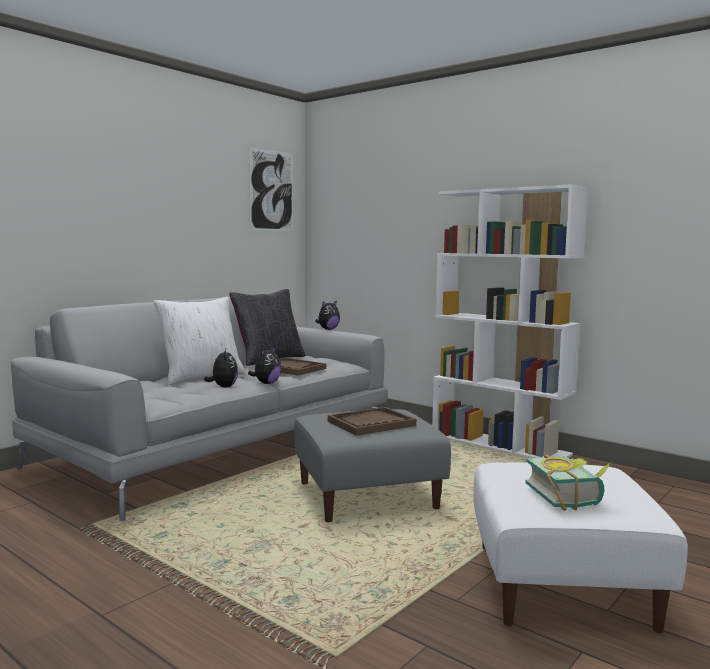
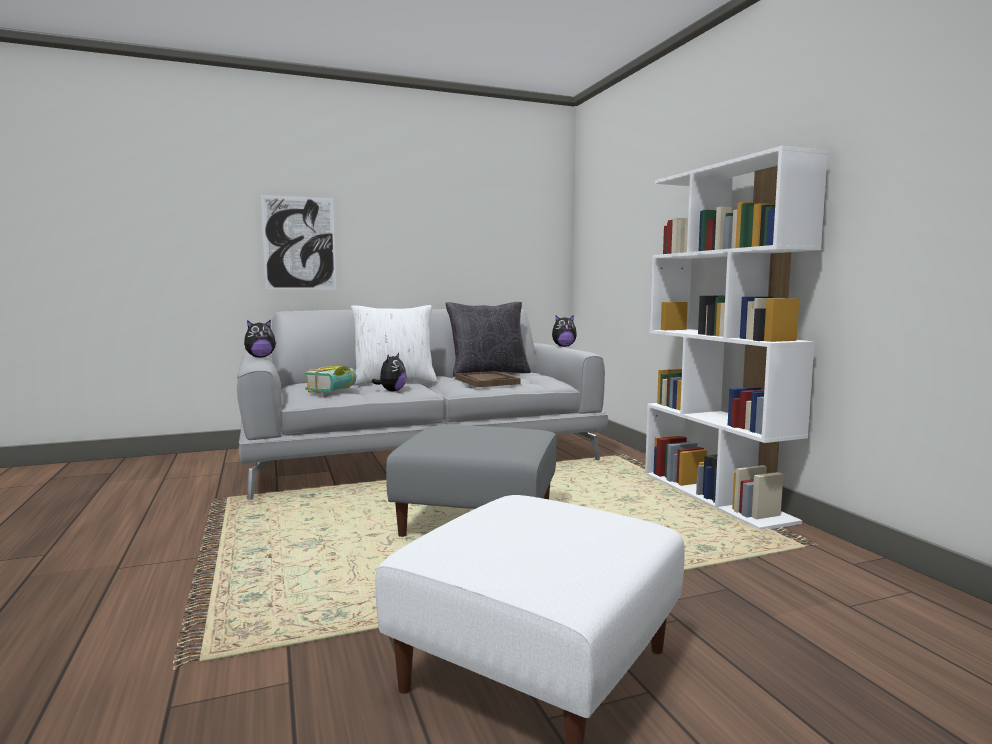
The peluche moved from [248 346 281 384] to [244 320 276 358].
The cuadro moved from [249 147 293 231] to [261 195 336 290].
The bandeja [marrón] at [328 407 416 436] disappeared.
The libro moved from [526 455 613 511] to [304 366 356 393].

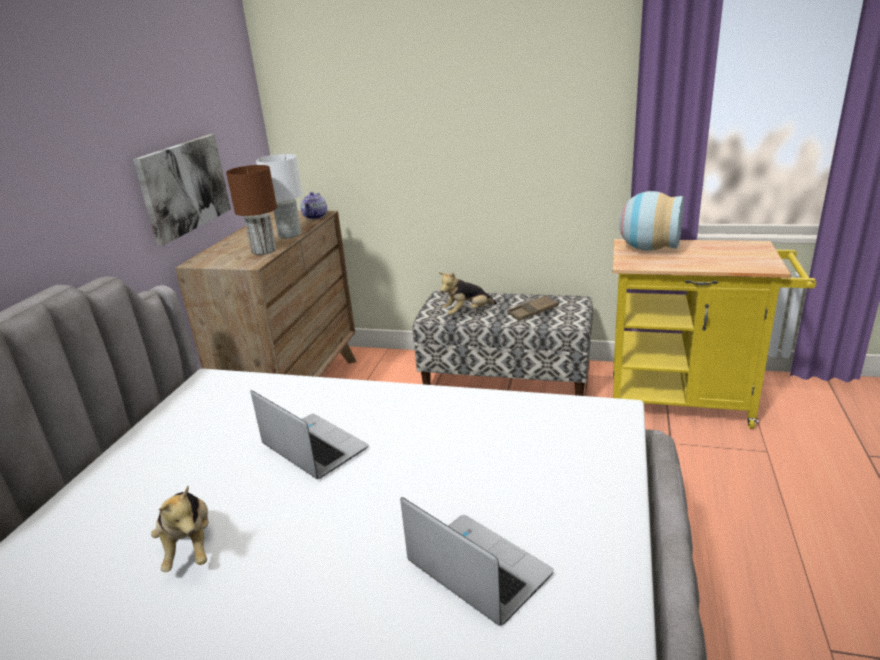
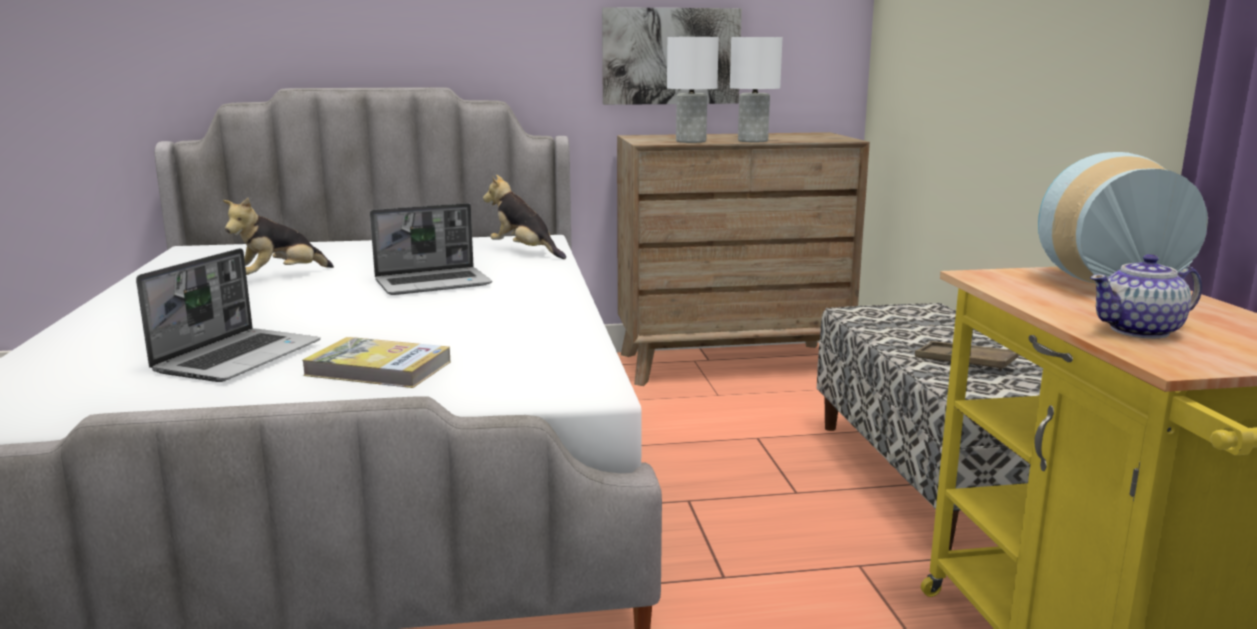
The lámpara de mesa [marrón] at [226 165 277 255] became the lámpara de mesa [blanco] at [667 37 719 143].
The portátil at [250 390 368 479] turned 45 degrees clockwise.
The tetera moved from [301 192 327 219] to [1090 254 1202 339].
The peluche moved from [439 272 497 315] to [483 175 566 259].
The libro at [302 337 451 388] appeared.

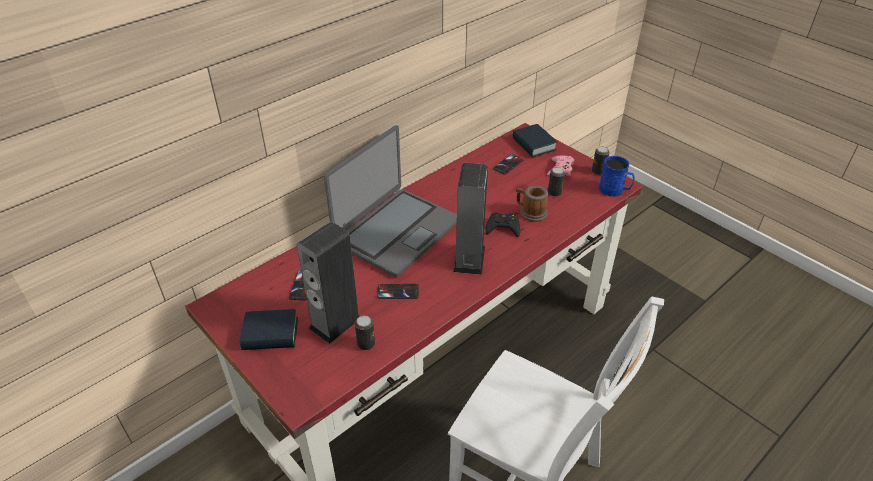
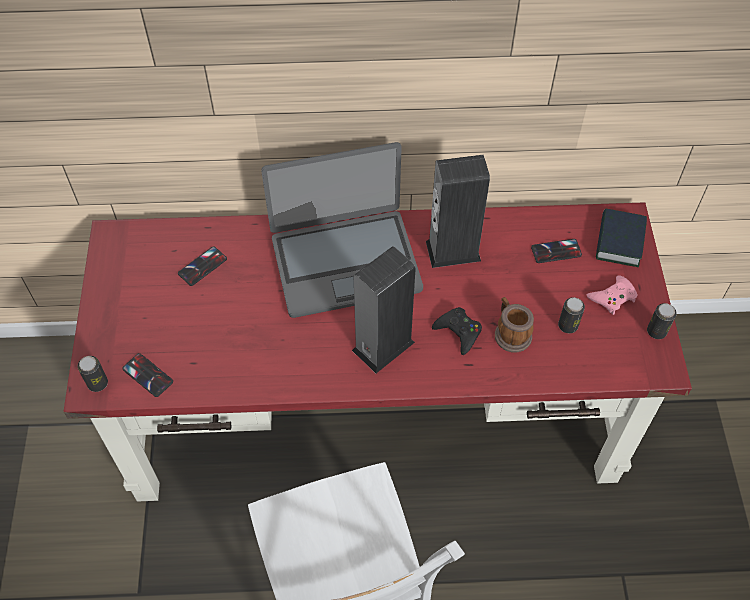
The libro at [240 309 298 350] disappeared.
The altavoz moved from [297 222 360 344] to [426 155 490 268].
The lata moved from [355 315 375 350] to [78 356 108 392].
The móvil moved from [377 284 419 299] to [122 353 173 397].
The taza grande [azul] at [599 156 635 197] disappeared.

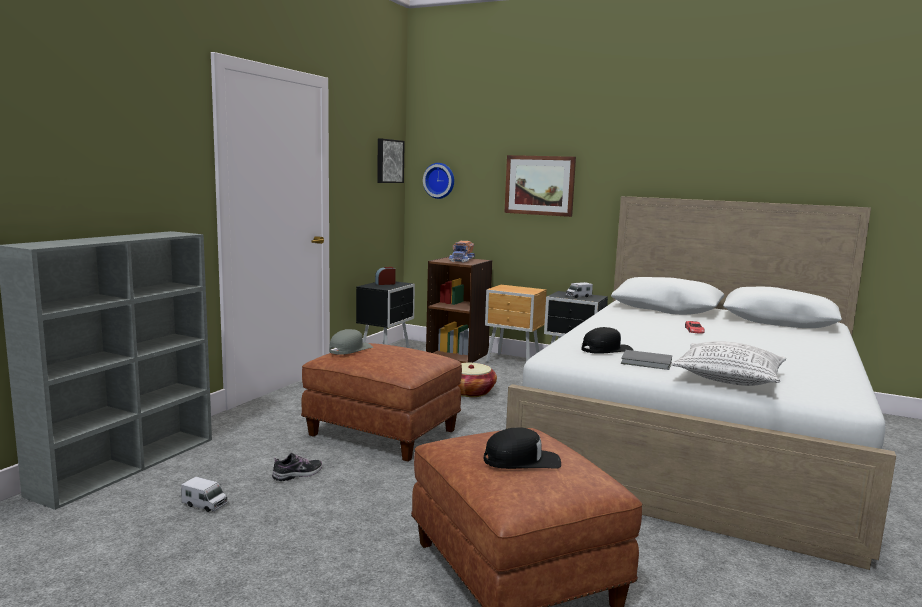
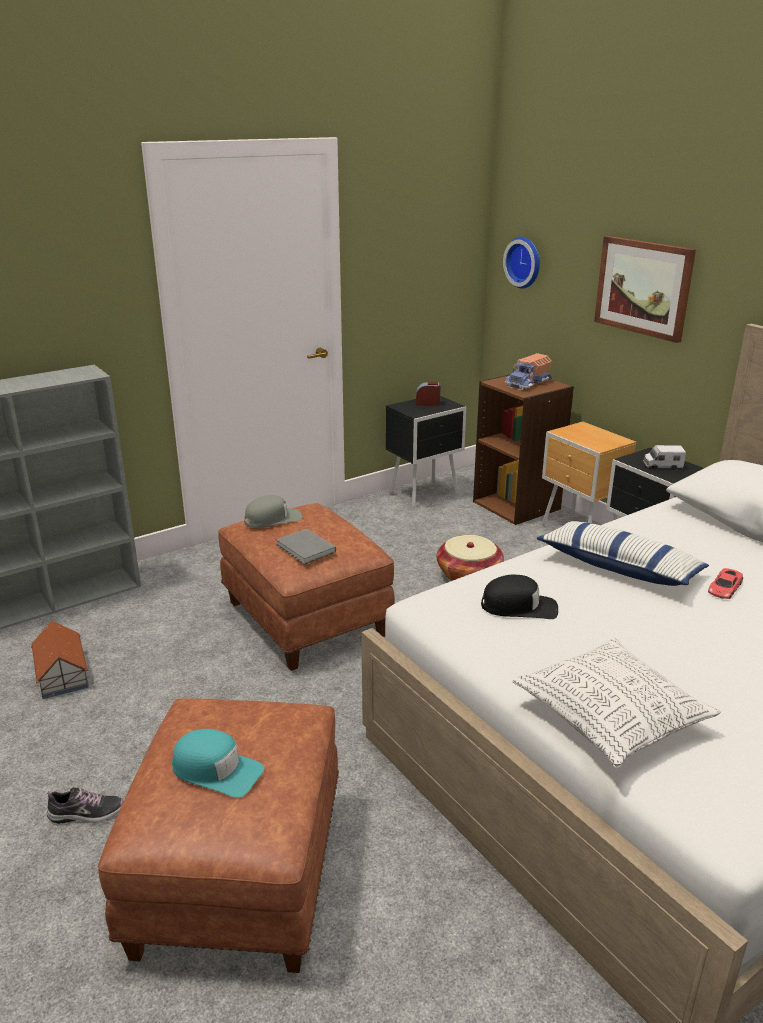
The camión de juguete at [181 477 228 512] was replaced by the casita at [31 621 89 699].
The zapato moved from [272 453 322 481] to [47 787 123 824].
The cuadro at [377 139 405 183] disappeared.
The gorra [negro] at [483 427 561 469] became the gorra [turquesa] at [172 729 265 798].
The libro [gris] moved from [621 350 672 370] to [276 529 336 564].
The cojín at [537 521 709 586] appeared.

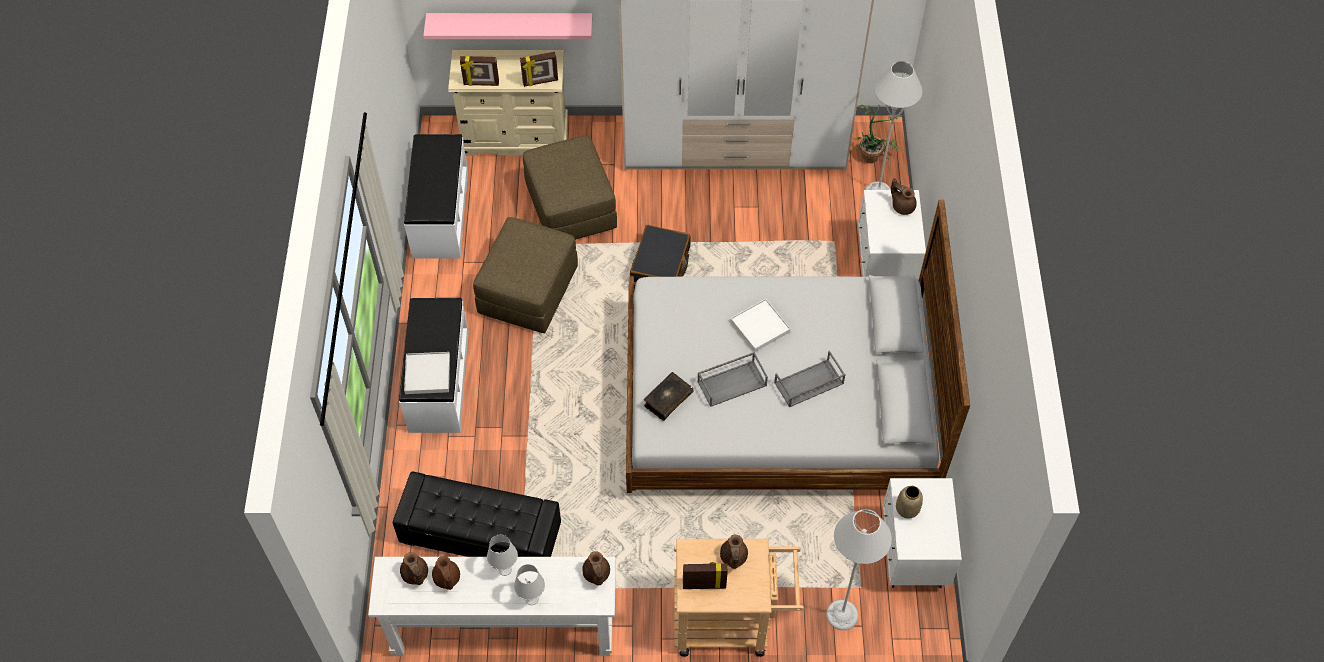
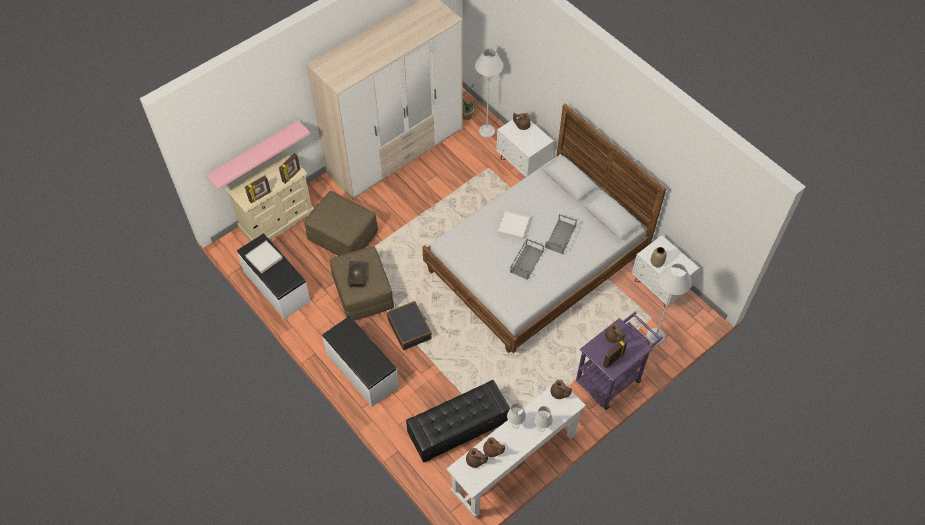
The bandeja [blanco] moved from [404 352 450 394] to [245 240 283 274].
The maleta [negro] moved from [630 225 691 282] to [387 301 432 350].
The libro moved from [644 372 694 421] to [347 261 367 288].
The carrito [beis] at [674 539 804 657] became the carrito [morado] at [576 312 663 410].

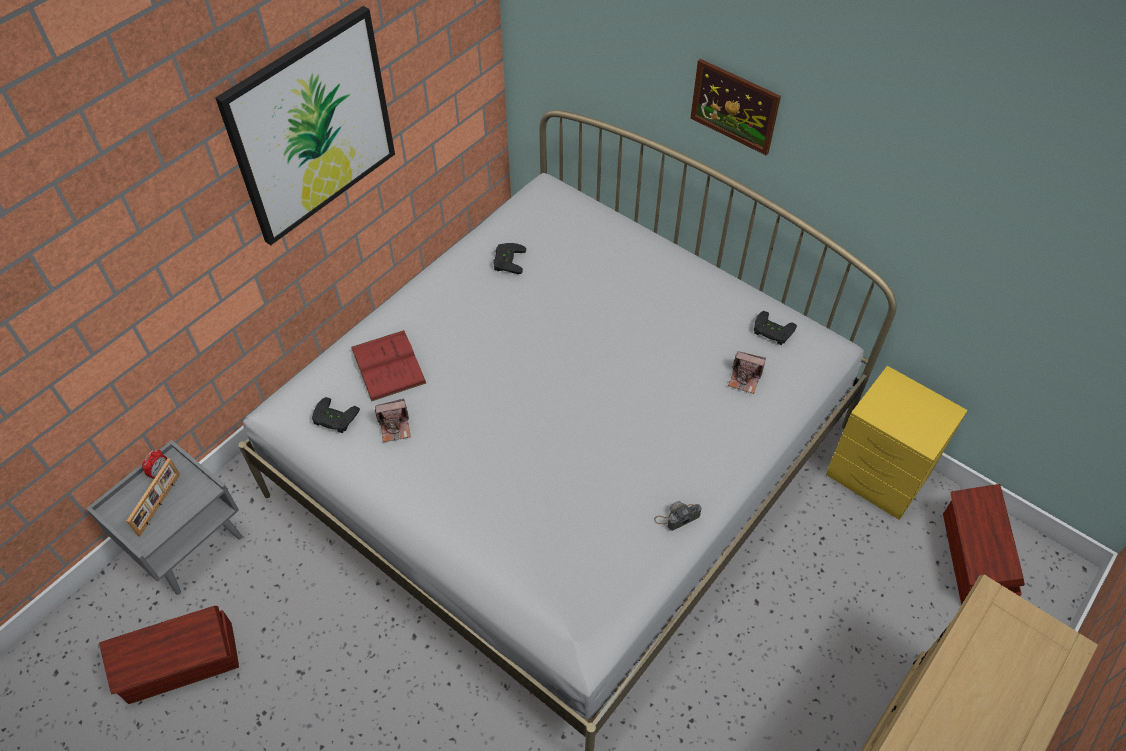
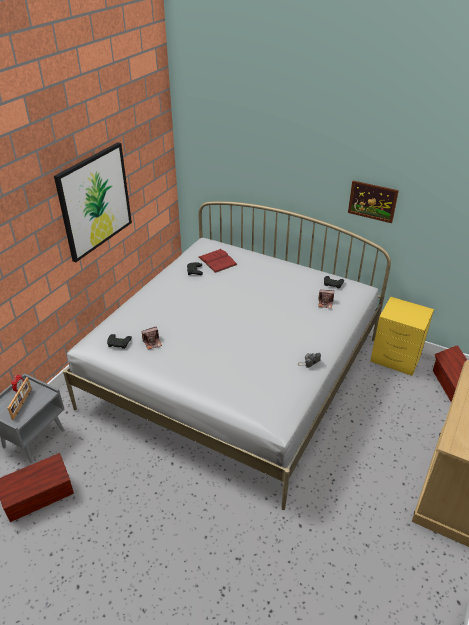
The libro [rojo] moved from [351 330 426 402] to [198 249 237 273].
The cuadro moved from [690 59 781 155] to [348 181 399 223].

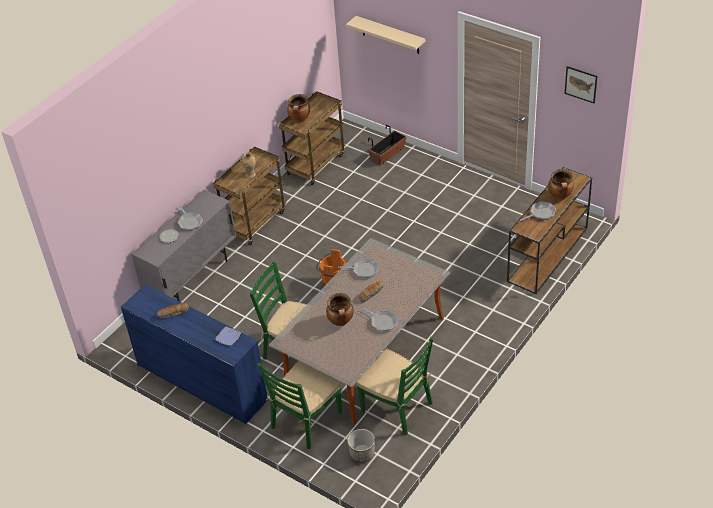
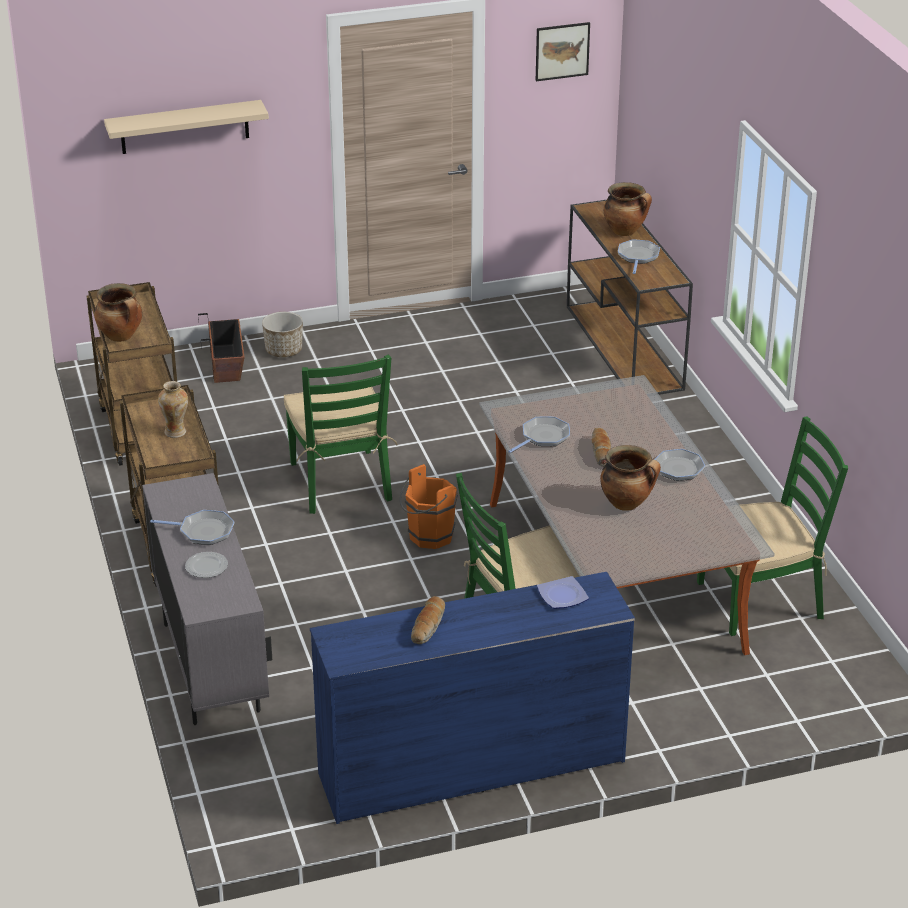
The silla [verde] moved from [257 361 342 449] to [284 355 398 514].
The maceta moved from [347 429 375 462] to [262 312 303 357].

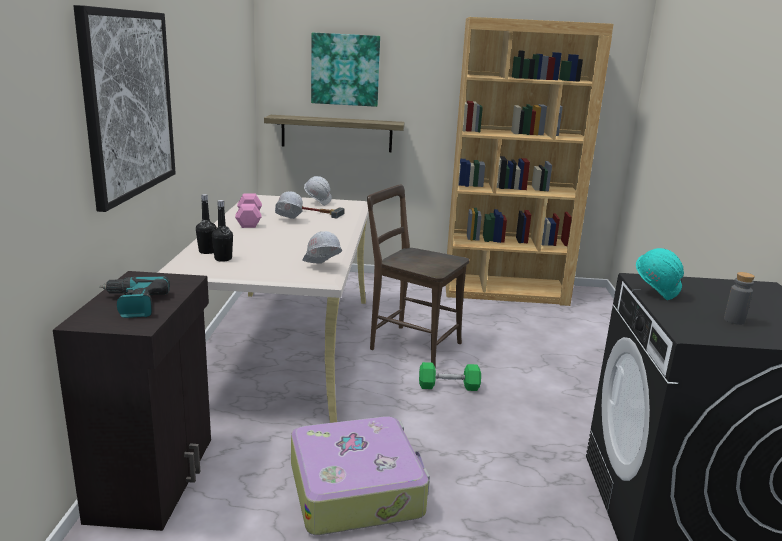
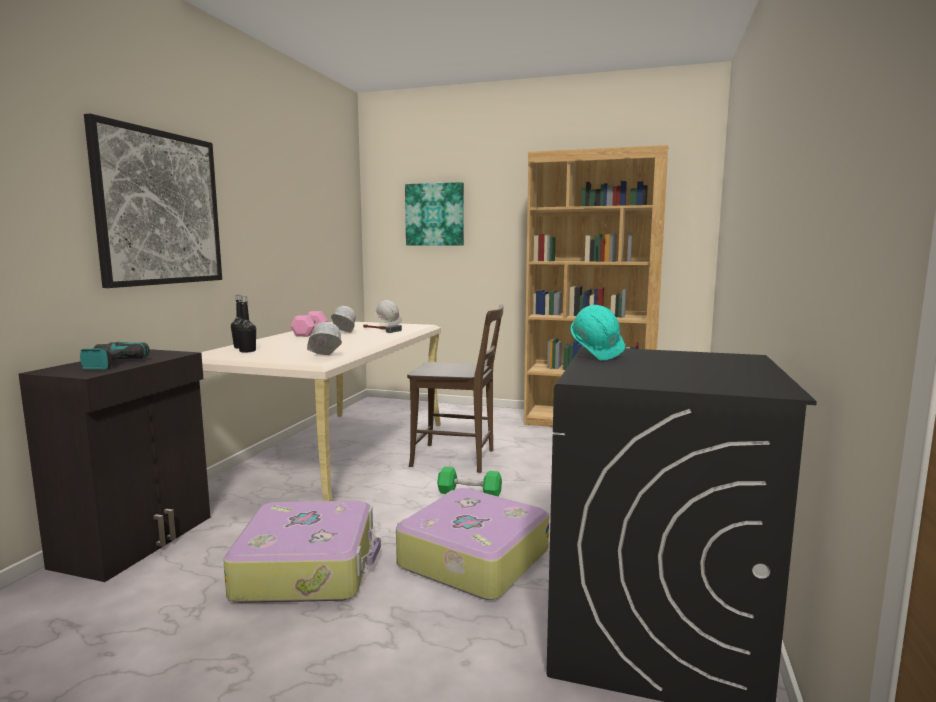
The estante at [264 115 405 152] disappeared.
The silla [marrón] at [367 185 469 368] turned 150 degrees clockwise.
The botella [gris] at [724 272 755 325] disappeared.
The maleta at [396 488 549 600] appeared.

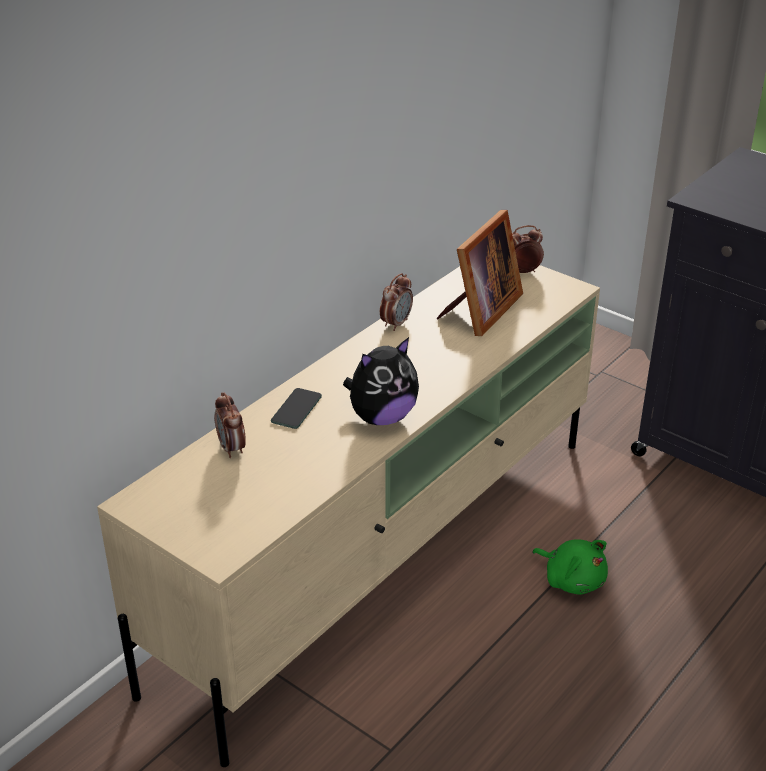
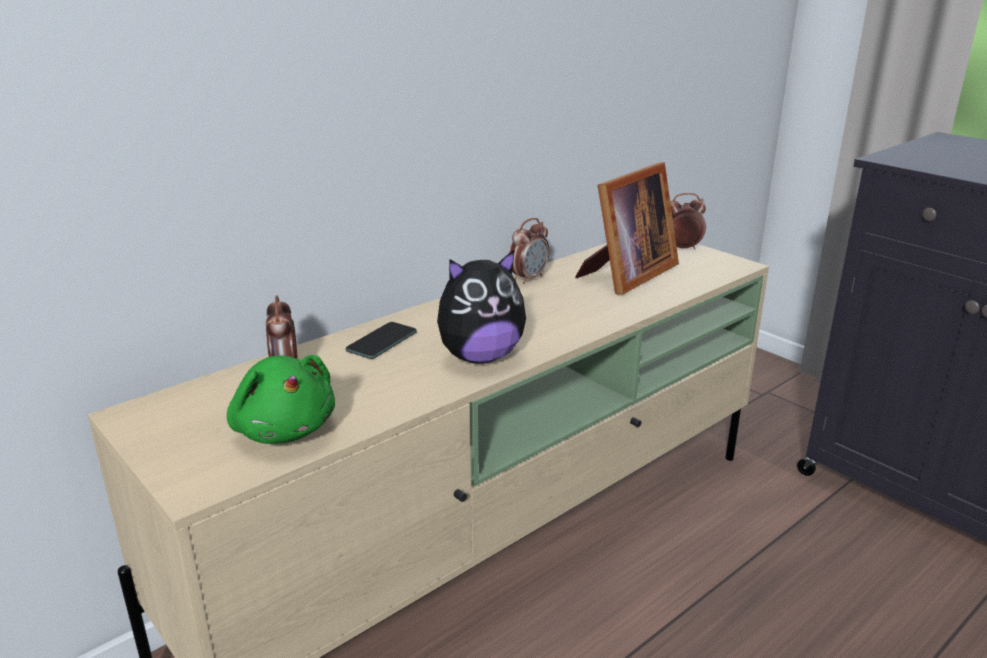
The peluche [verde] moved from [532 539 608 595] to [227 355 335 444].

